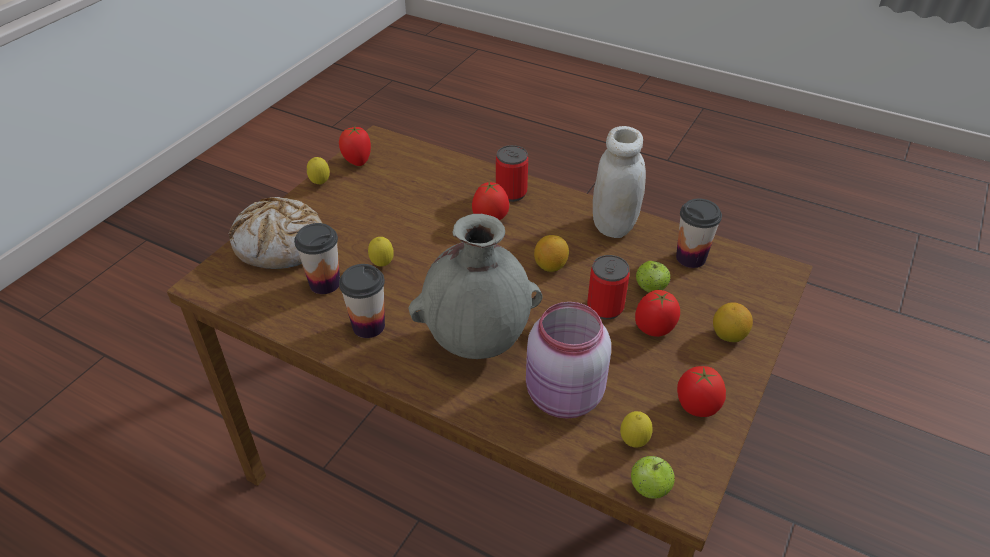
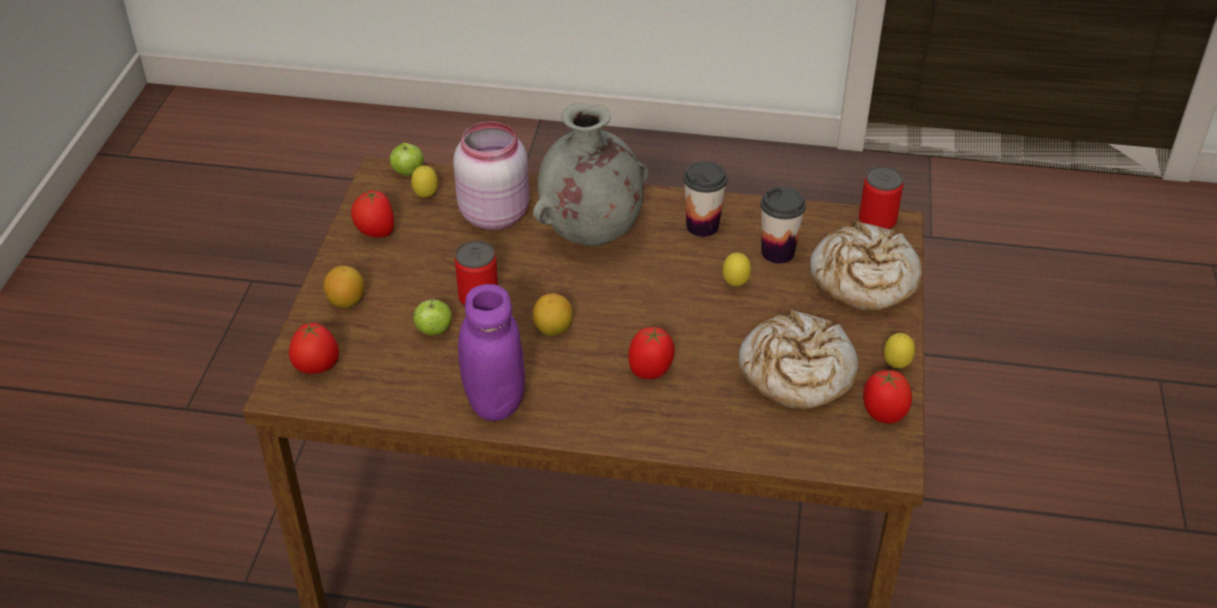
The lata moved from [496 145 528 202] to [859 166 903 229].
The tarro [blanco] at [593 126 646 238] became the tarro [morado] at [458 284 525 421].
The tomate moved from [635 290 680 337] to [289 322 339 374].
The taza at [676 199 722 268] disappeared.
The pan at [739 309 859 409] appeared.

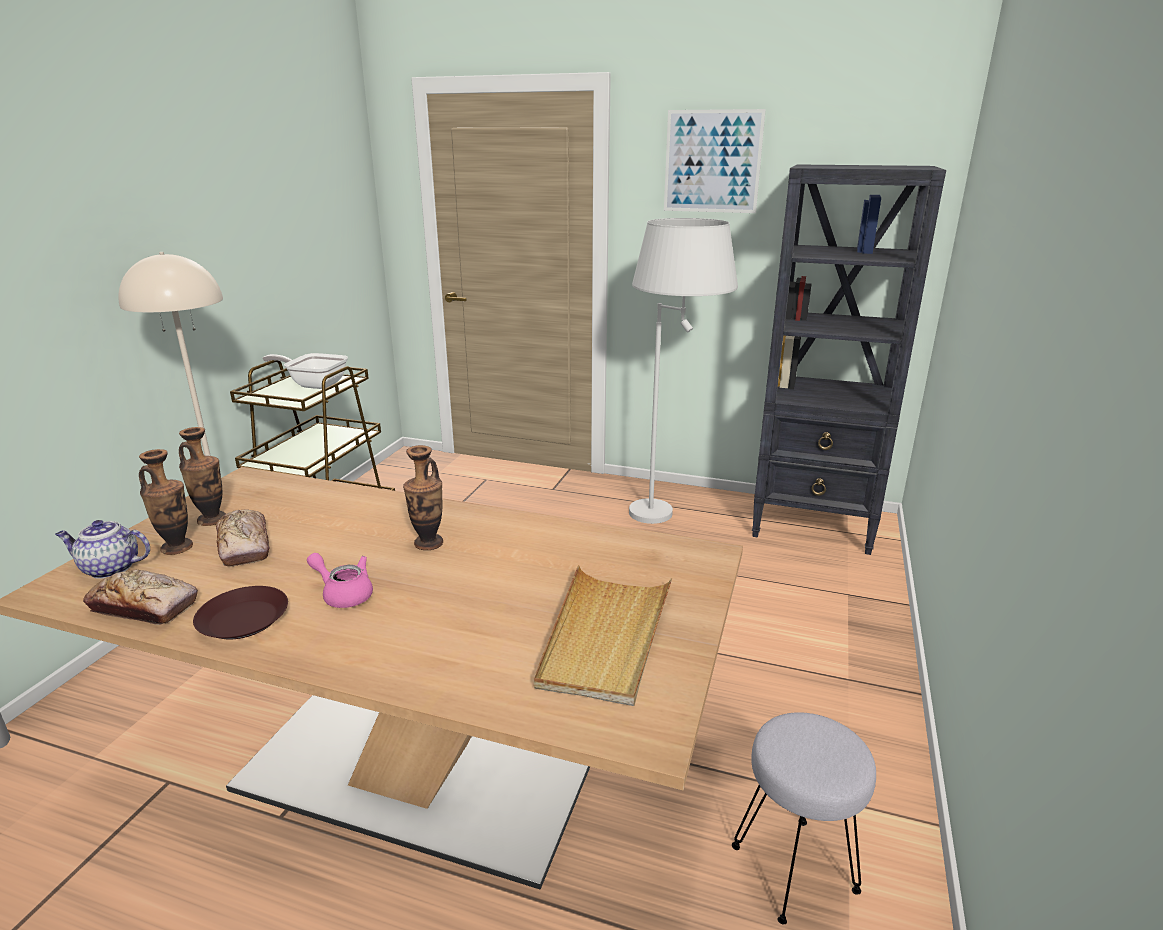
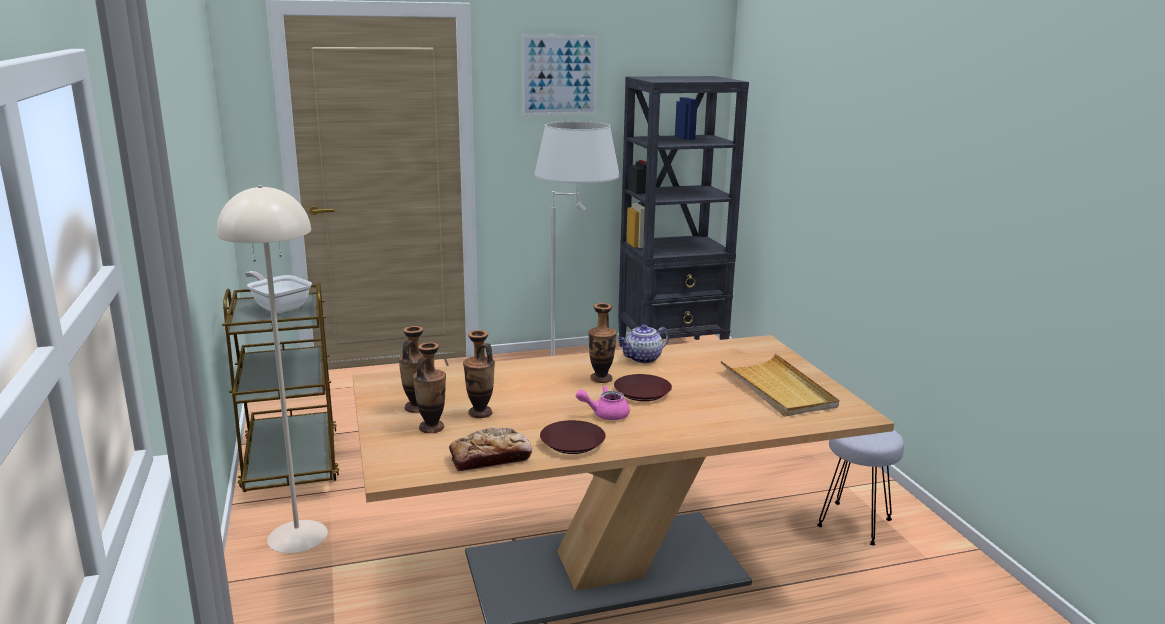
The tetera moved from [55 520 150 579] to [618 324 669 364].
The pan at [216 509 270 567] was replaced by the florero at [463 330 495 418].
The sartén at [263 353 348 389] turned 60 degrees clockwise.
The plato [marrón] at [614 374 672 401] appeared.

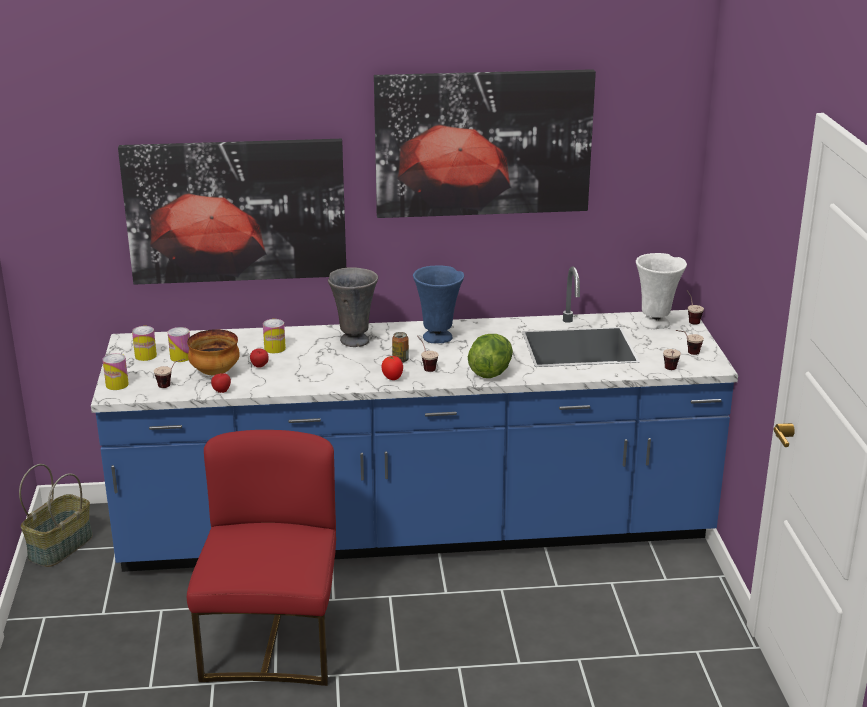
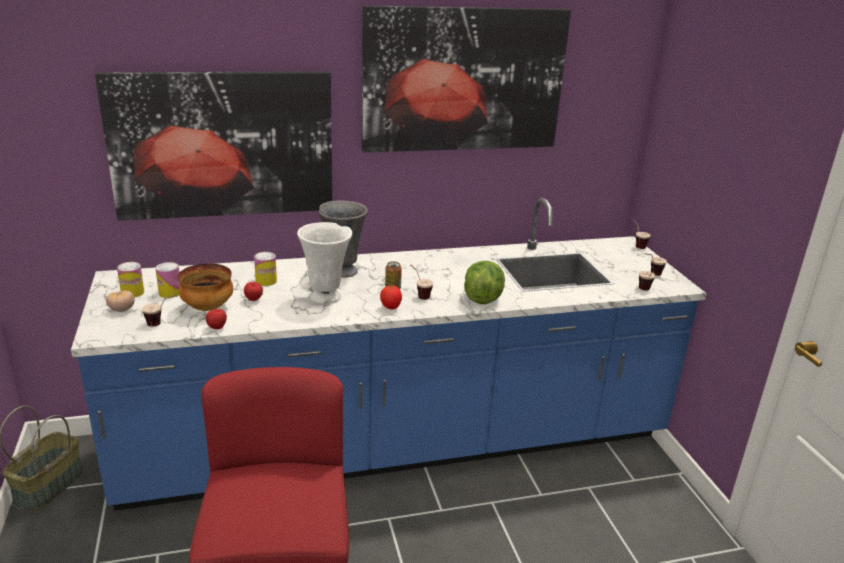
The lata at [103 353 129 390] disappeared.
The florero [azul] at [413 266 464 343] disappeared.
The florero [blanco] moved from [636 253 687 329] to [297 222 353 304].
The tomate at [106 290 135 312] appeared.

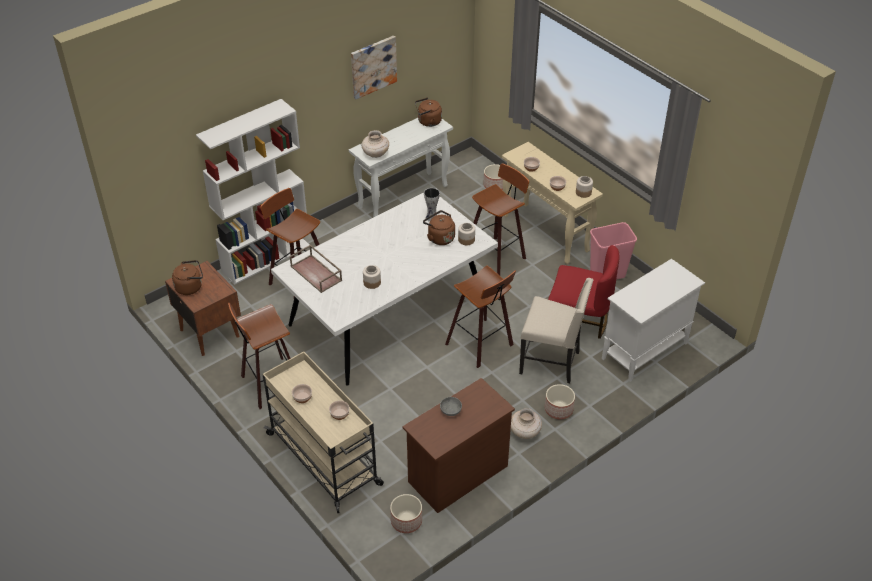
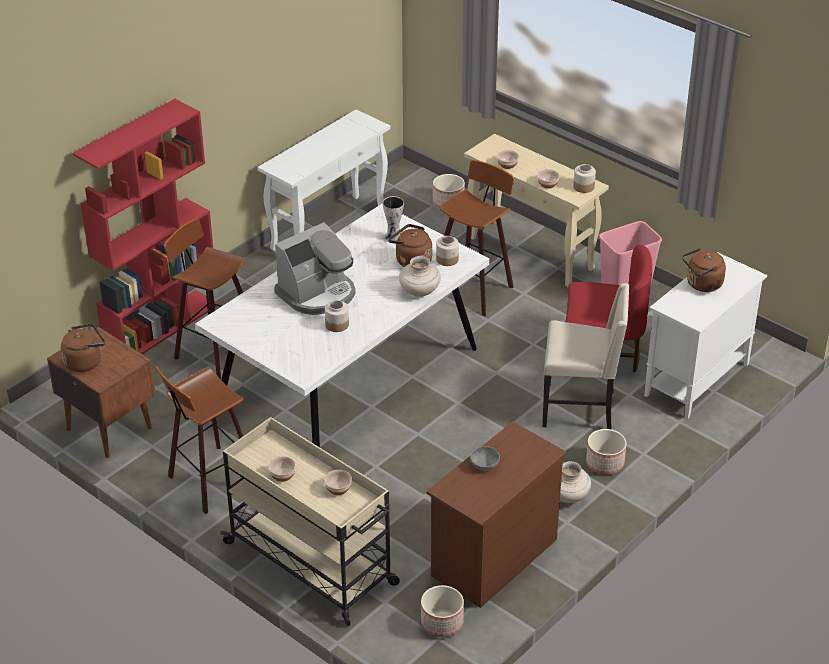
The estantería [blanco] at [196 99 309 285] became the estantería [rojo] at [73 99 219 354].
The bandeja [marrón] at [290 245 342 293] disappeared.
The cuadro at [351 36 397 99] disappeared.
The florero [beis] moved from [362 130 389 158] to [399 256 441 297].
The hervidor [marrón] moved from [415 98 442 127] to [682 248 726 292].
The taburete at [445 266 516 368] disappeared.
The cafetera at [274 222 356 315] appeared.

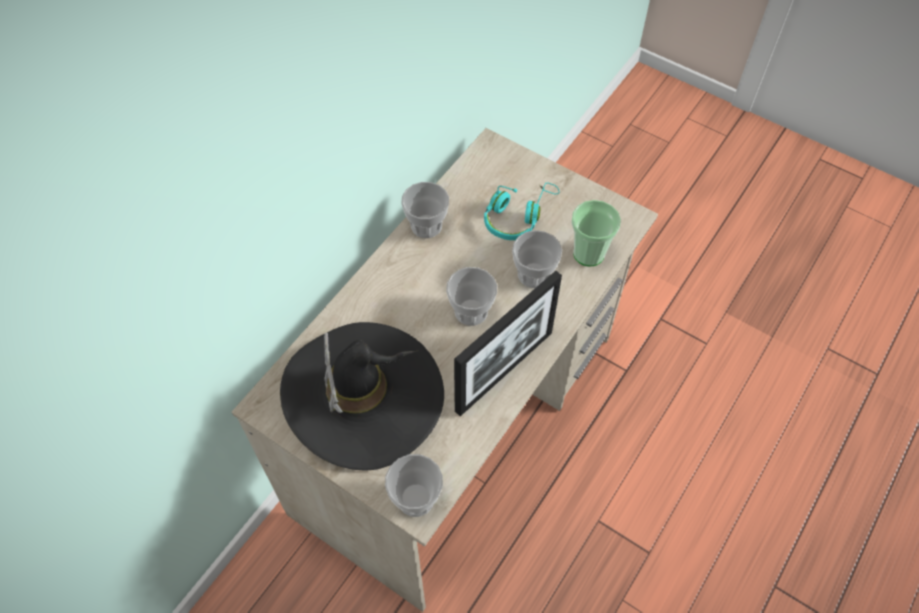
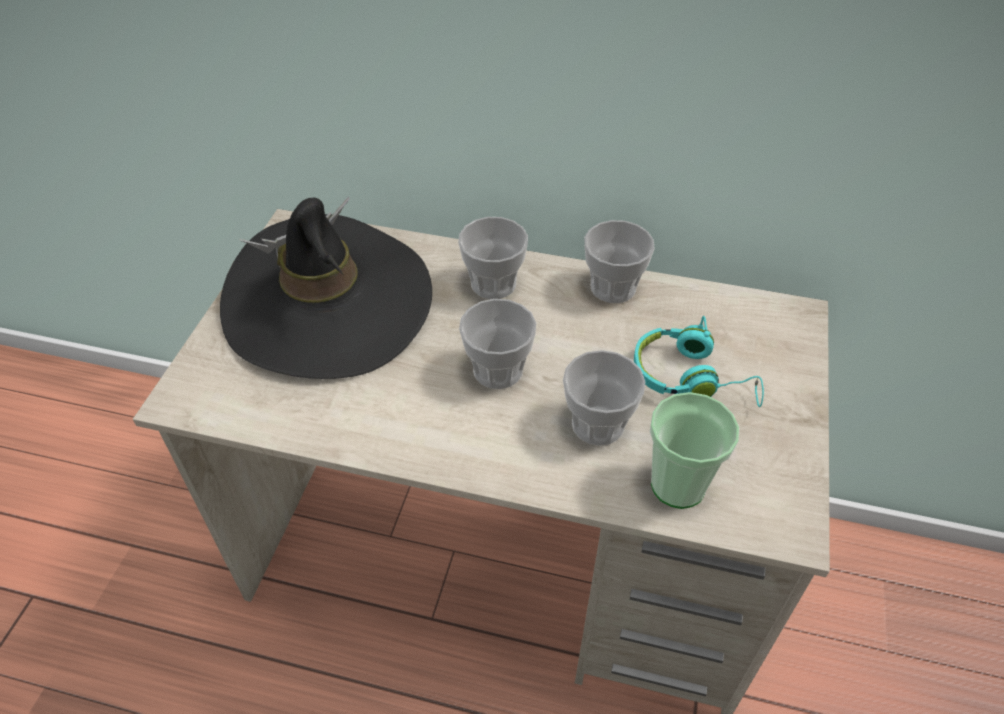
The taza moved from [385 454 443 517] to [458 217 528 299].
The portarretratos at [454 271 562 416] disappeared.

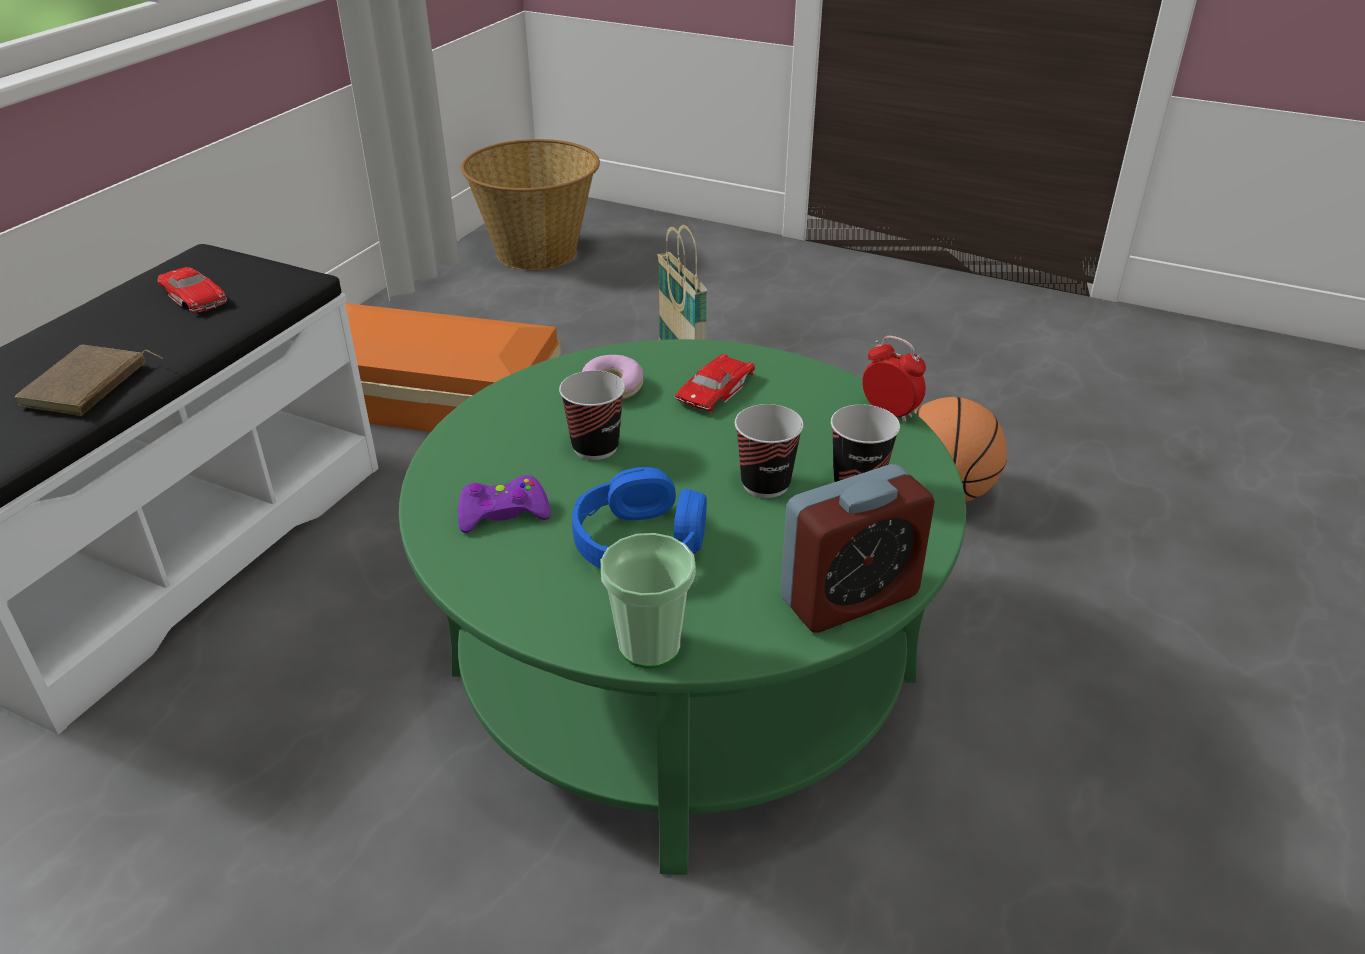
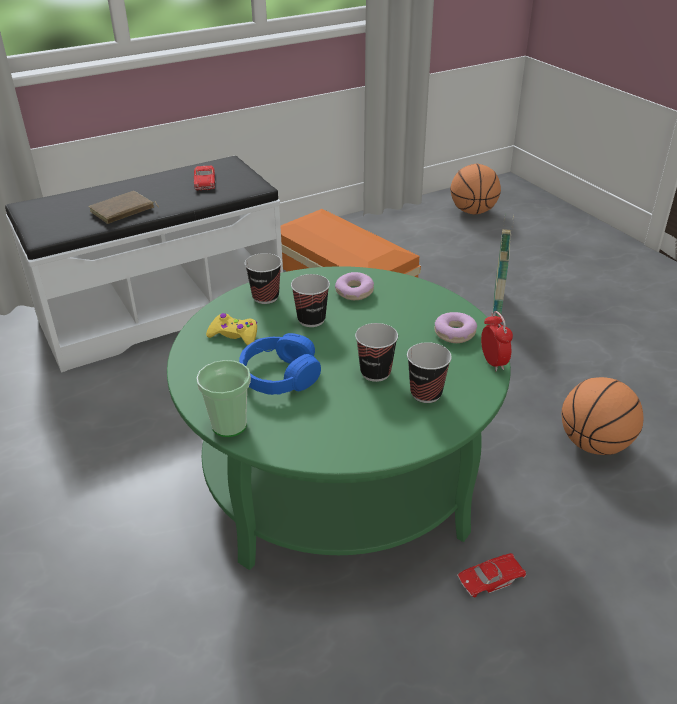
The mando de consola [morado] at [458 475 551 533] became the mando de consola [amarillo] at [206 313 257 345].
The cesta at [461 139 600 270] was replaced by the balón de baloncesto at [450 164 501 215].
The coche de juguete [rojo] moved from [674 354 755 412] to [458 553 526 598].
The despertador at [780 464 935 632] disappeared.
The taza at [245 253 282 304] appeared.
The rosquilla at [434 312 477 343] appeared.

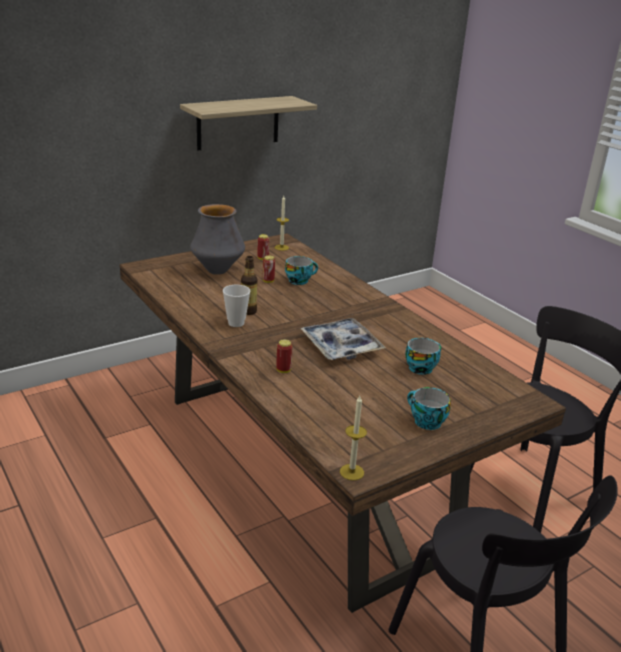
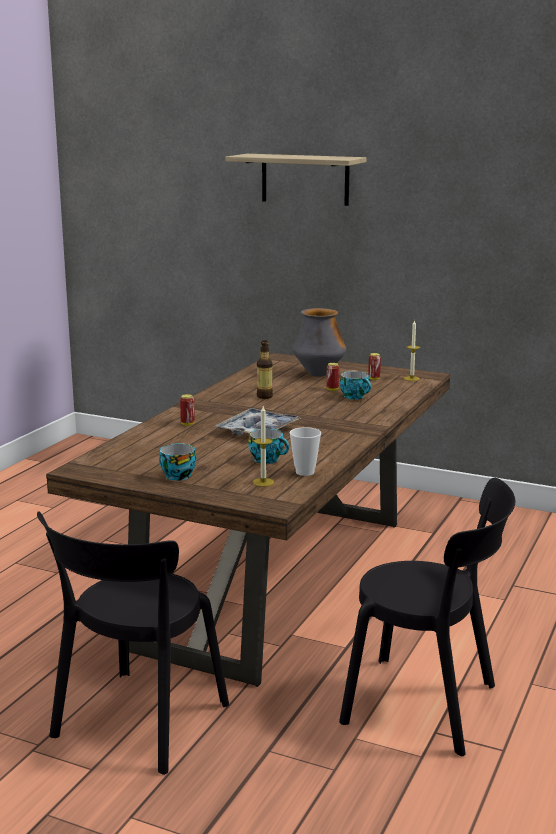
The estante moved from [180 96 317 150] to [225 154 367 206].
The taza moved from [223 285 251 327] to [290 427 321 476].
The vela moved from [340 396 367 481] to [253 406 274 487].

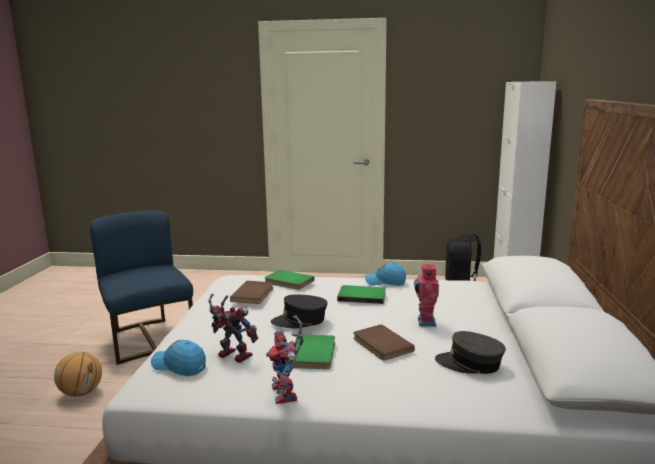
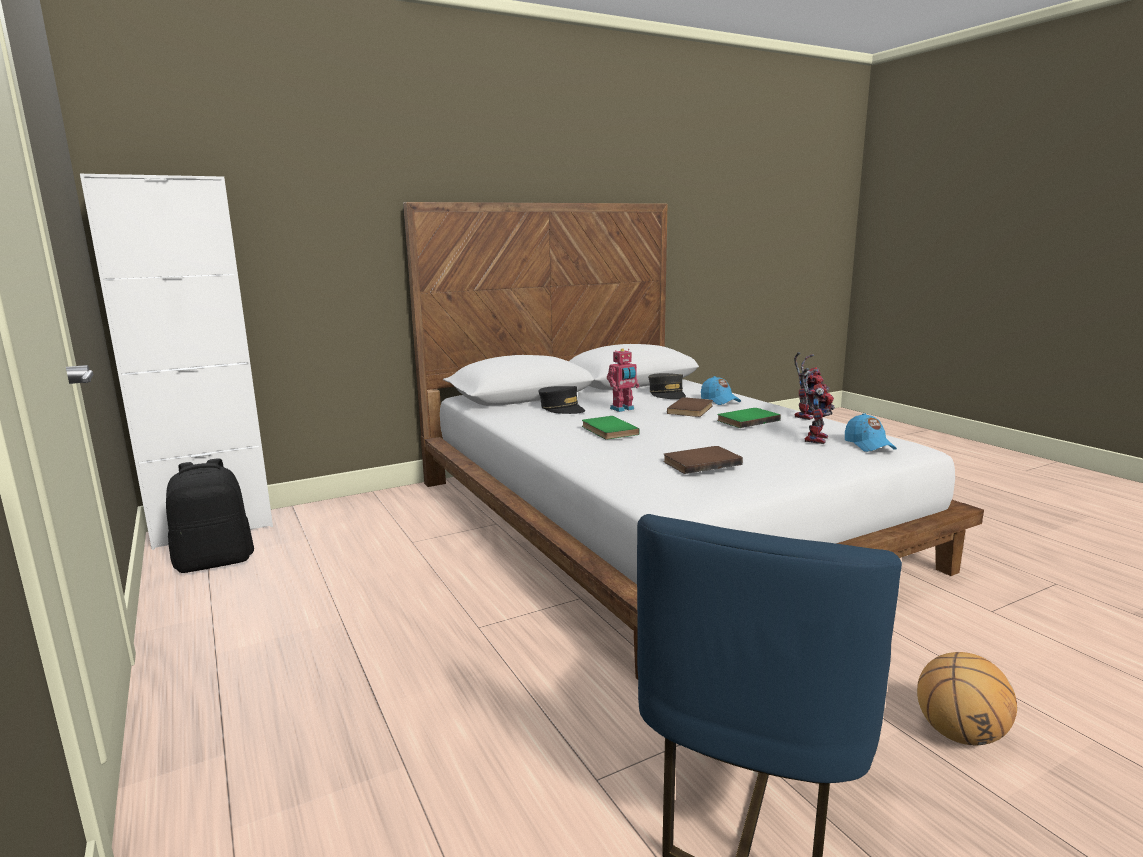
The robot de juguete at [208 294 258 363] turned 150 degrees counterclockwise.
The libro [verde] at [265 270 315 290] disappeared.
The gorra [negro] moved from [271 294 328 328] to [538 386 585 414].
The gorra [azul] moved from [365 263 406 286] to [701 376 741 405].

